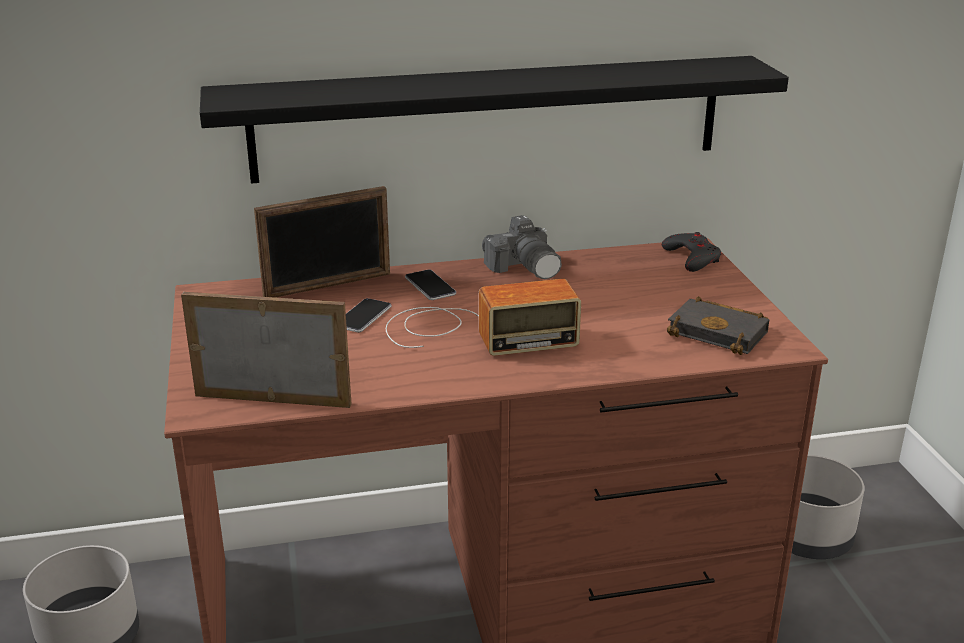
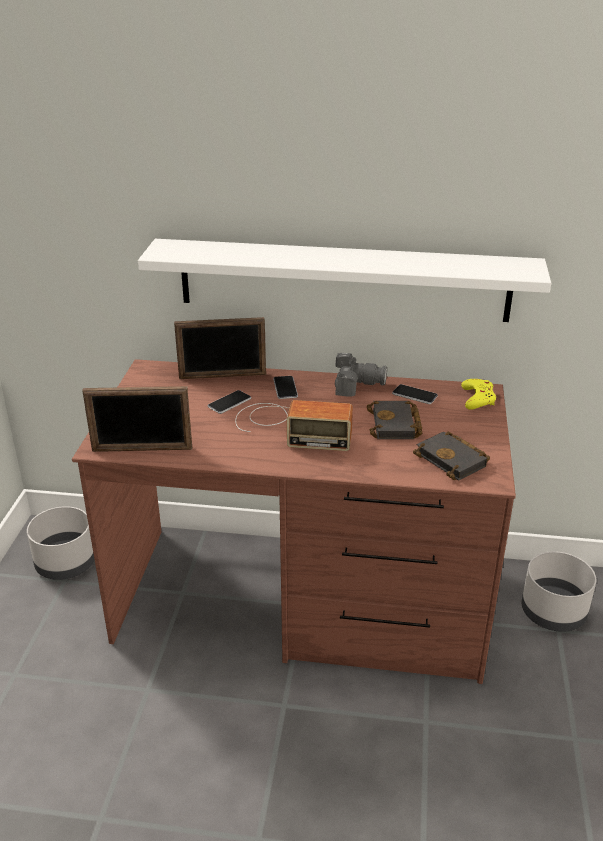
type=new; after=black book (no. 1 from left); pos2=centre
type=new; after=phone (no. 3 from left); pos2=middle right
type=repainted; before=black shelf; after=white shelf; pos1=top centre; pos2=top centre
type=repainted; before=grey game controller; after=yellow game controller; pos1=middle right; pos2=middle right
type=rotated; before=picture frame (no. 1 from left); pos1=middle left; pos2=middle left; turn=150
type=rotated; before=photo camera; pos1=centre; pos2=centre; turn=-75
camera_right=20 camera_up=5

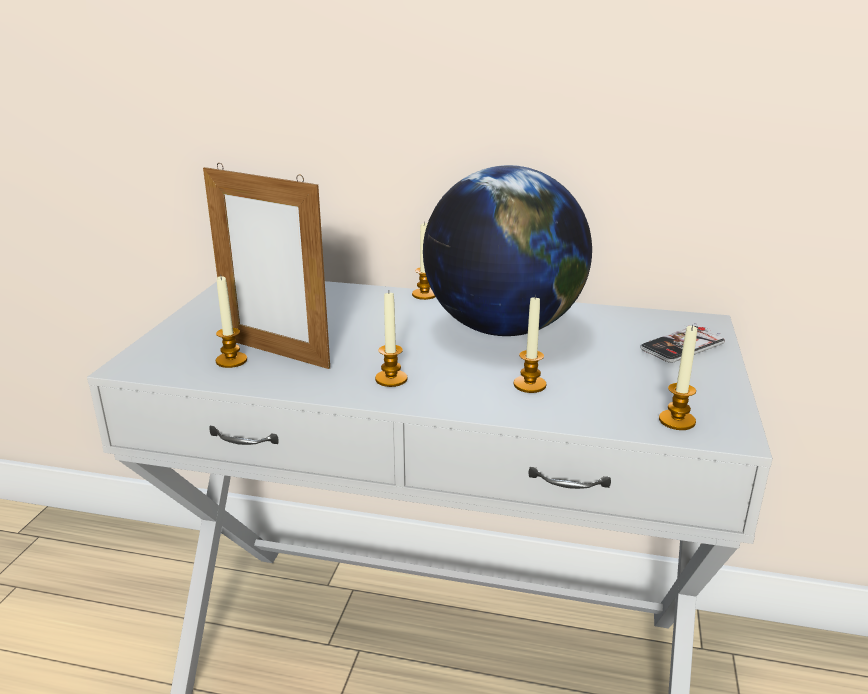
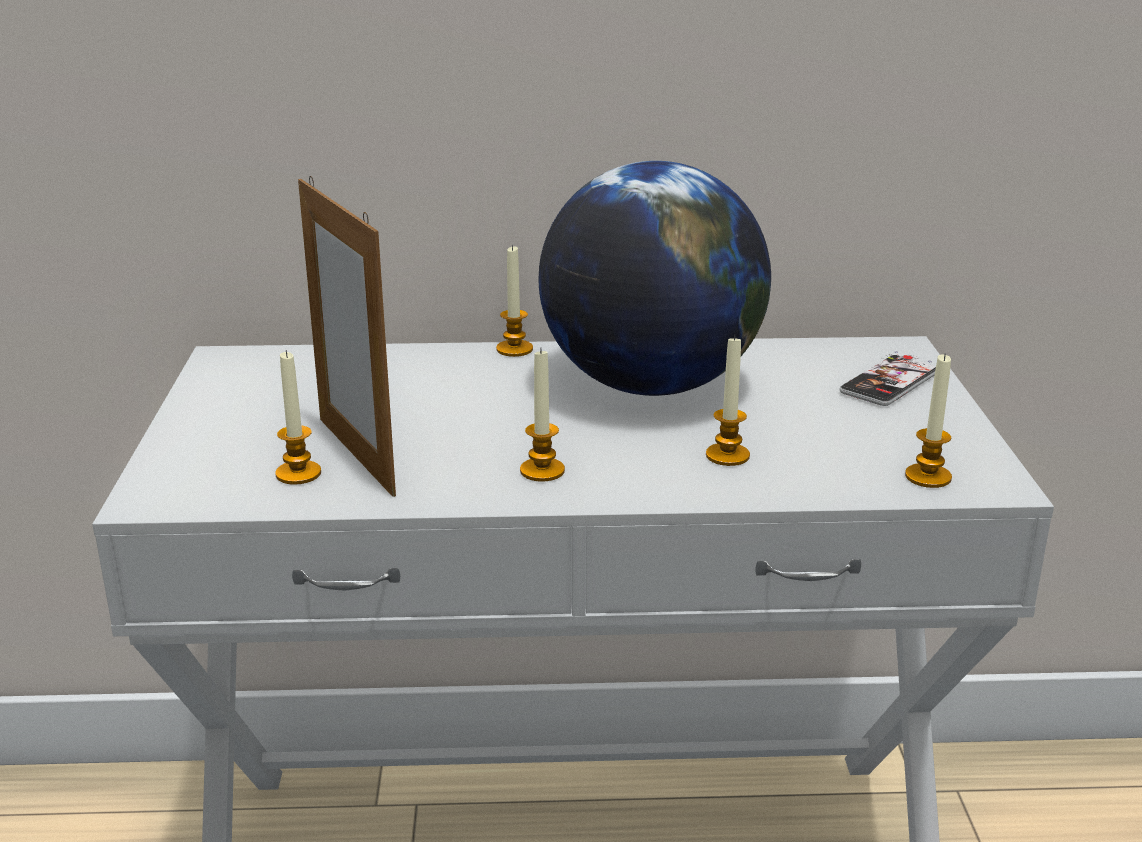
type=rotated; before=picture frame; pos1=middle left; pos2=middle left; turn=45
camera_right=-15 camera_up=0

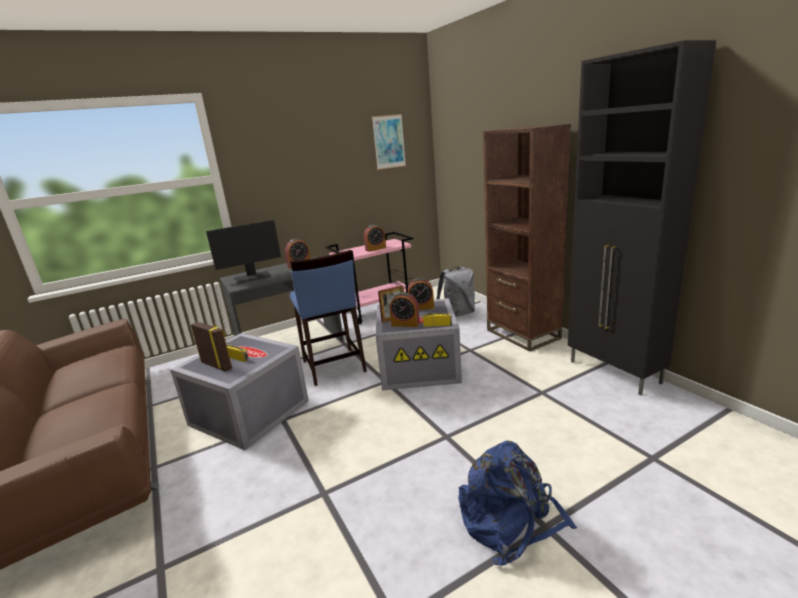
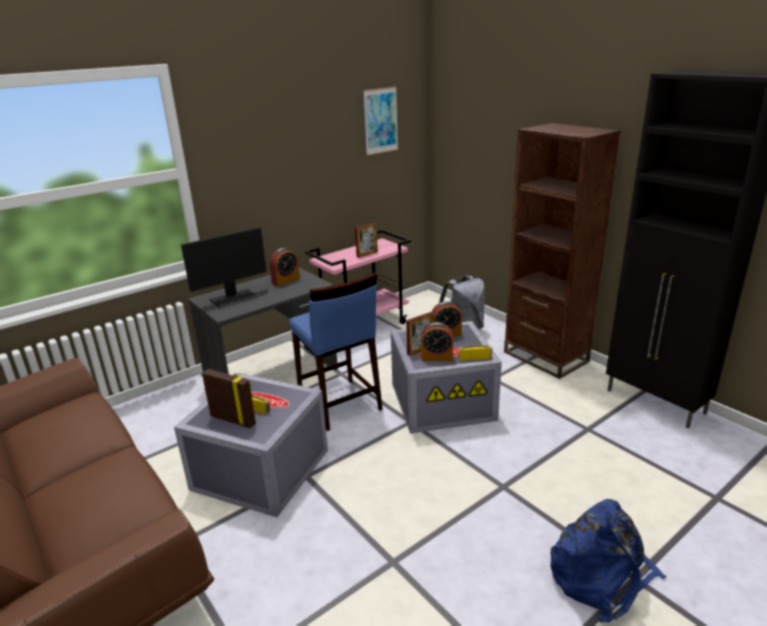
type=swapped; before=alarm clock (no. 2 from left); after=picture frame (no. 2 from left); pos1=centre; pos2=centre
camera_right=-10 camera_up=5

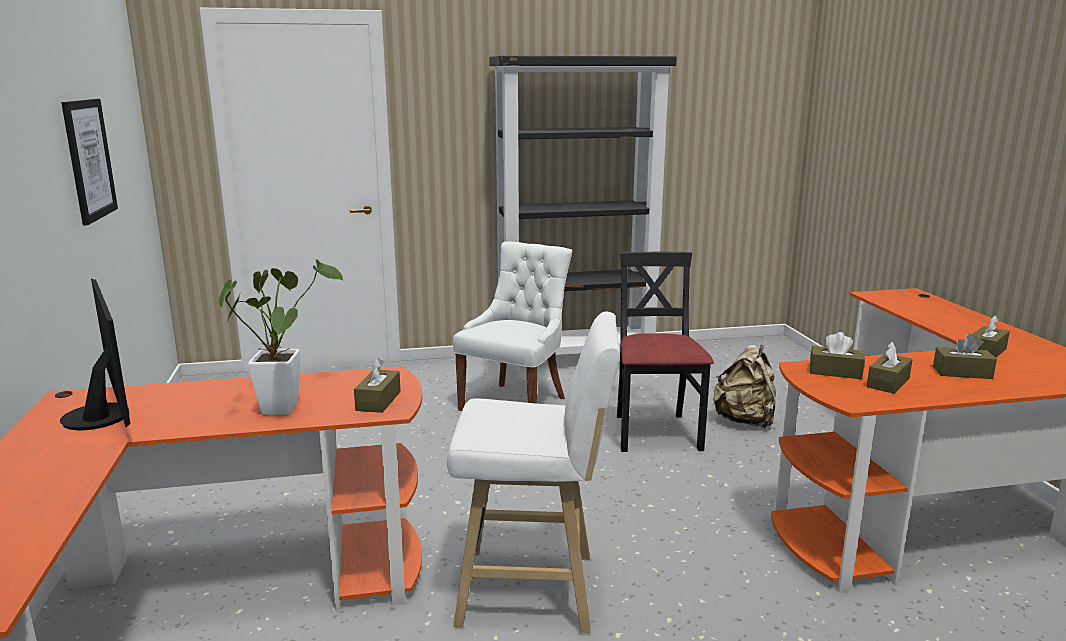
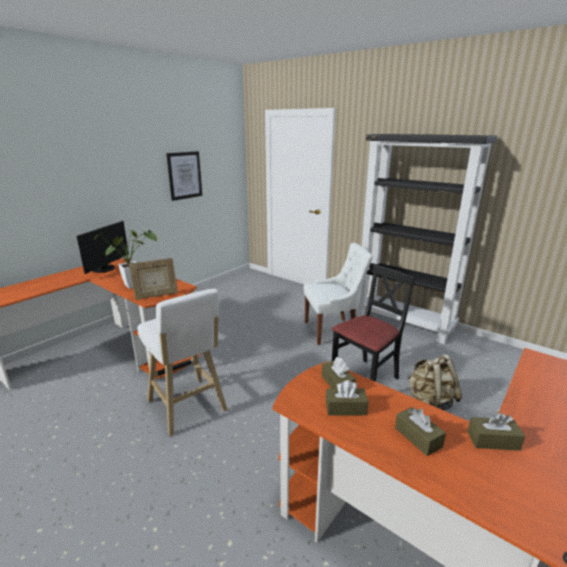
type=swapped; before=brown tissue box (no. 1 from left); after=picture frame; pos1=centre; pos2=middle left
camera_right=50 camera_up=5

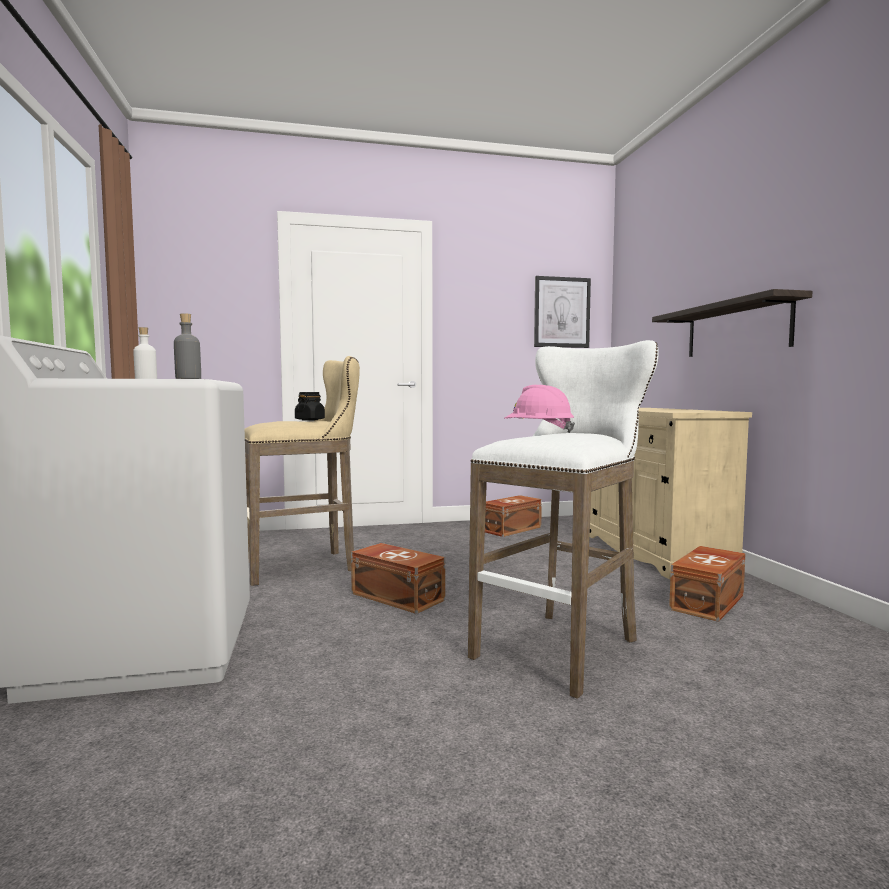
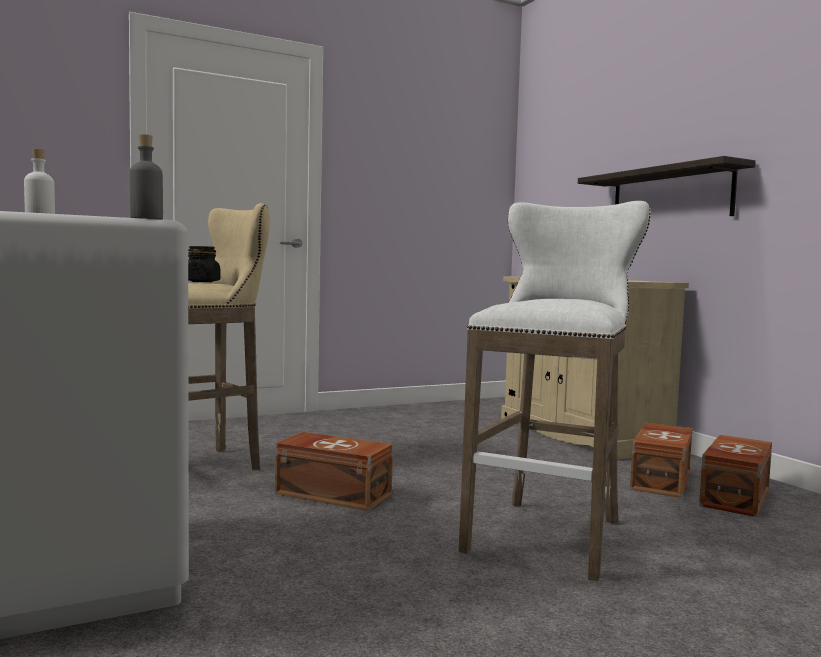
type=gone; before=pink hard hat; pos1=centre
type=gone; before=picture; pos1=centre
type=shifted; before=brown storage box (no. 2 from left in the first image); after=brown storage box (no. 3 from left); pos1=centre; pos2=bottom right
camera_right=-15 camera_up=0

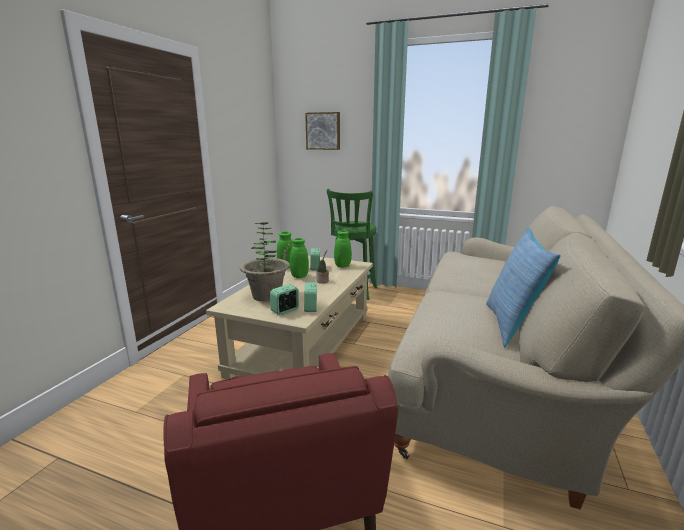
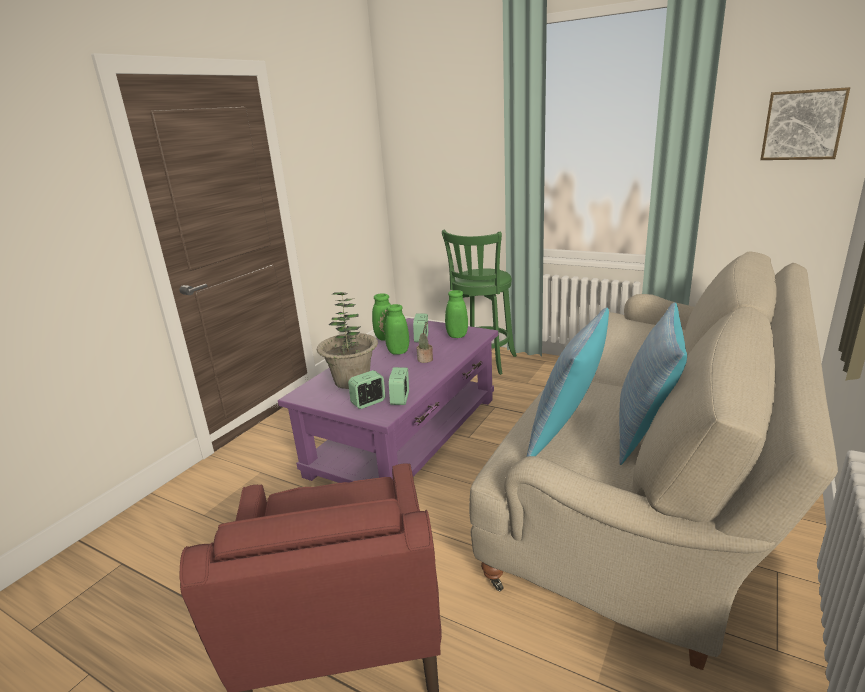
type=new; after=pillow (no. 1 from left); pos2=centre
type=shifted; before=picture; pos1=top centre; pos2=top right
type=repainted; before=beige coffee table; after=purple coffee table; pos1=centre; pos2=centre
camera_right=10 camera_up=5

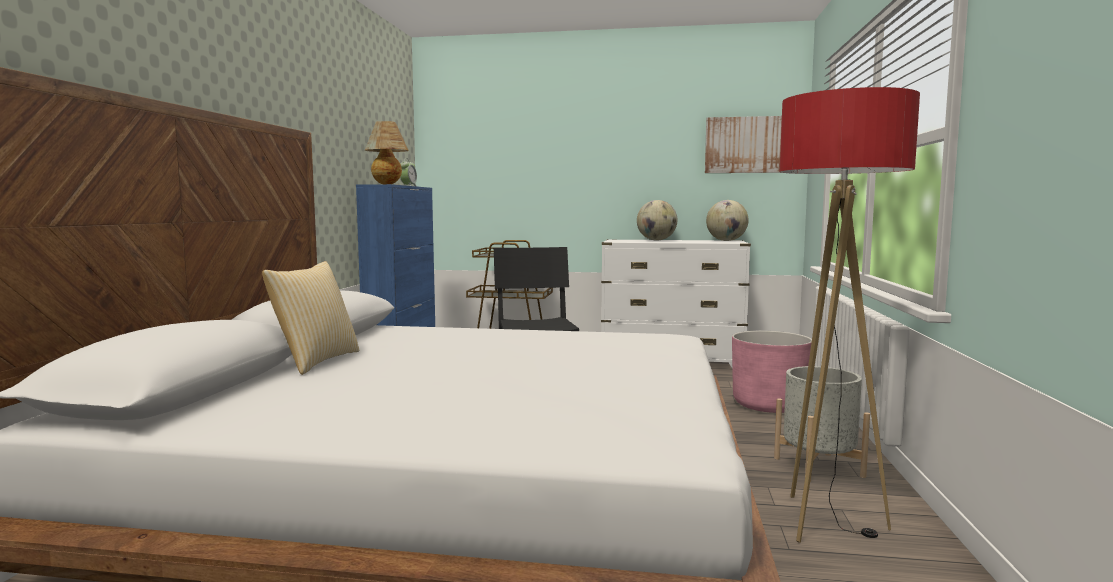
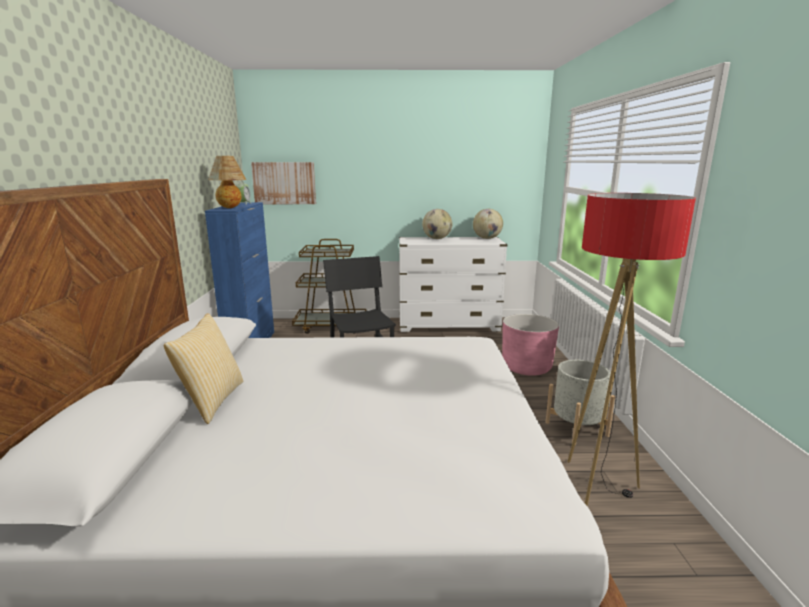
type=shifted; before=picture; pos1=top right; pos2=top centre
camera_right=-10 camera_up=10

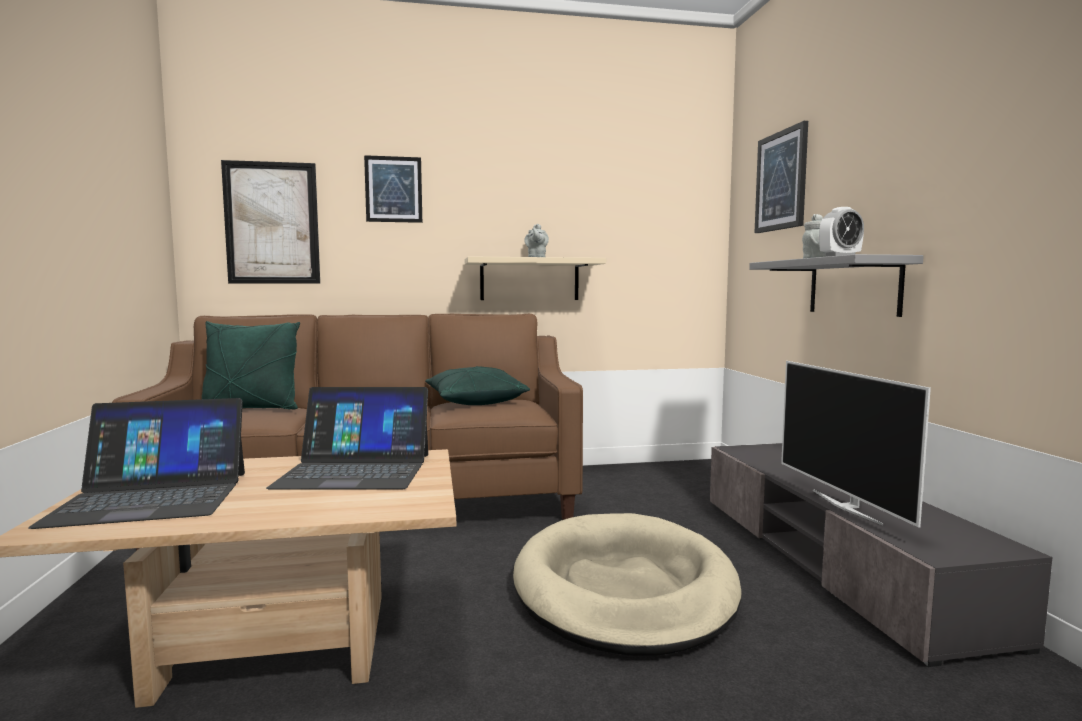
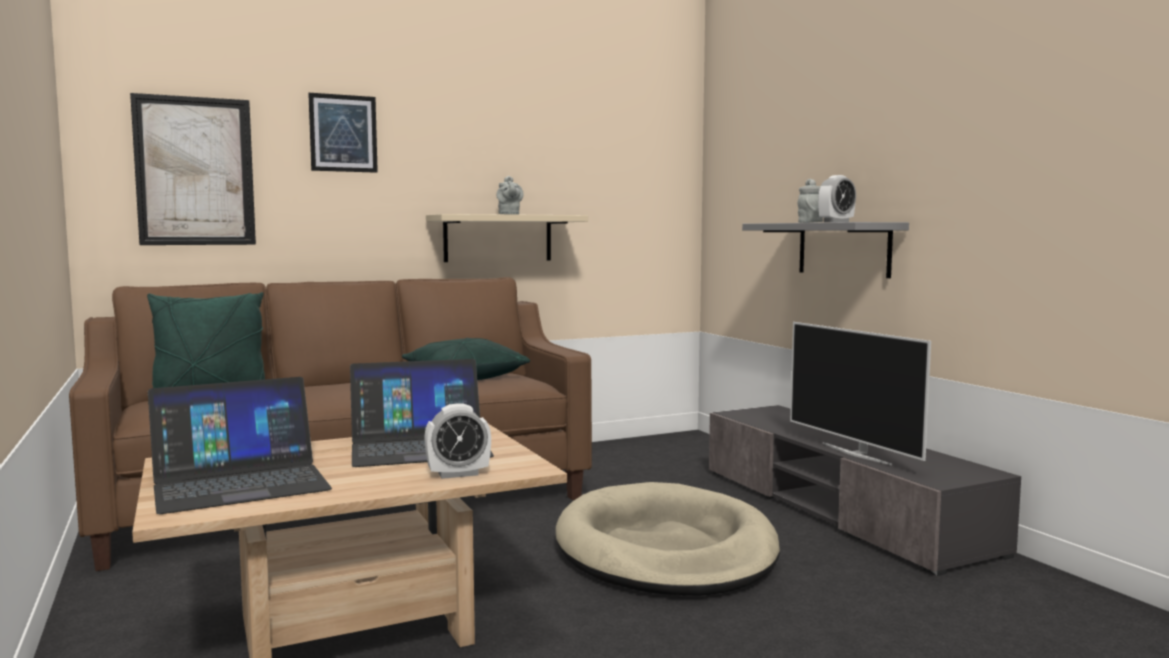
type=gone; before=picture (no. 3 from left); pos1=top right
type=new; after=alarm clock (no. 1 from left); pos2=bottom centre
camera_right=-15 camera_up=0

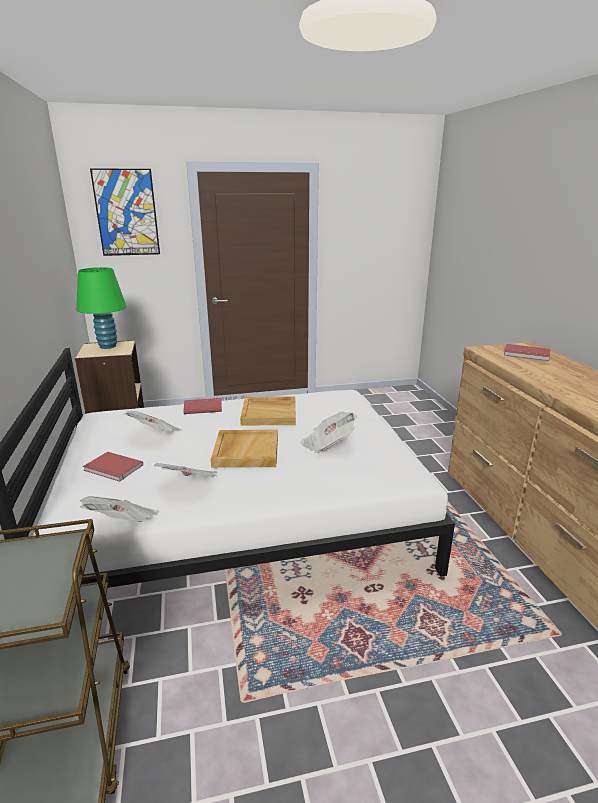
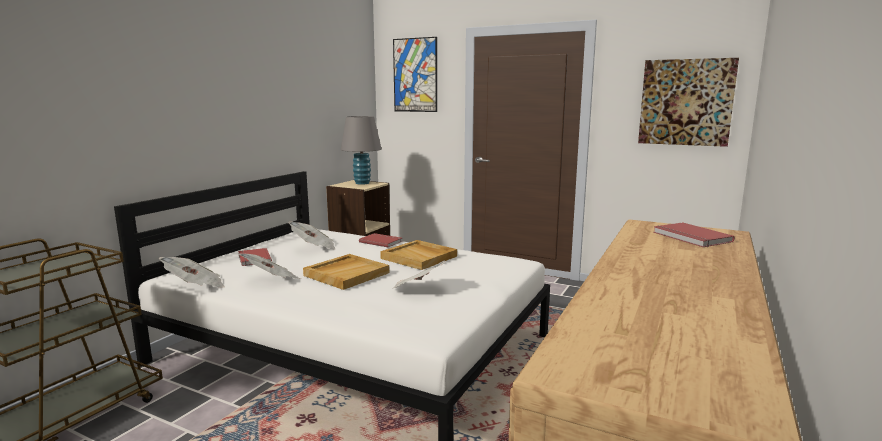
type=new; after=picture (no. 2 from left); pos2=top right
type=repainted; before=green table lamp; after=grey table lamp; pos1=middle left; pos2=centre
camera_right=40 camera_up=-10

